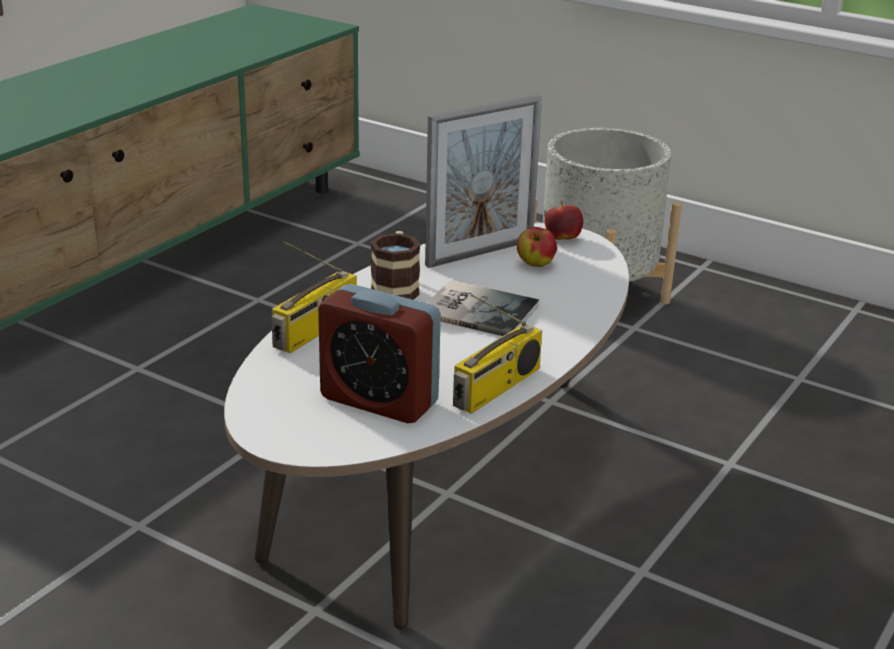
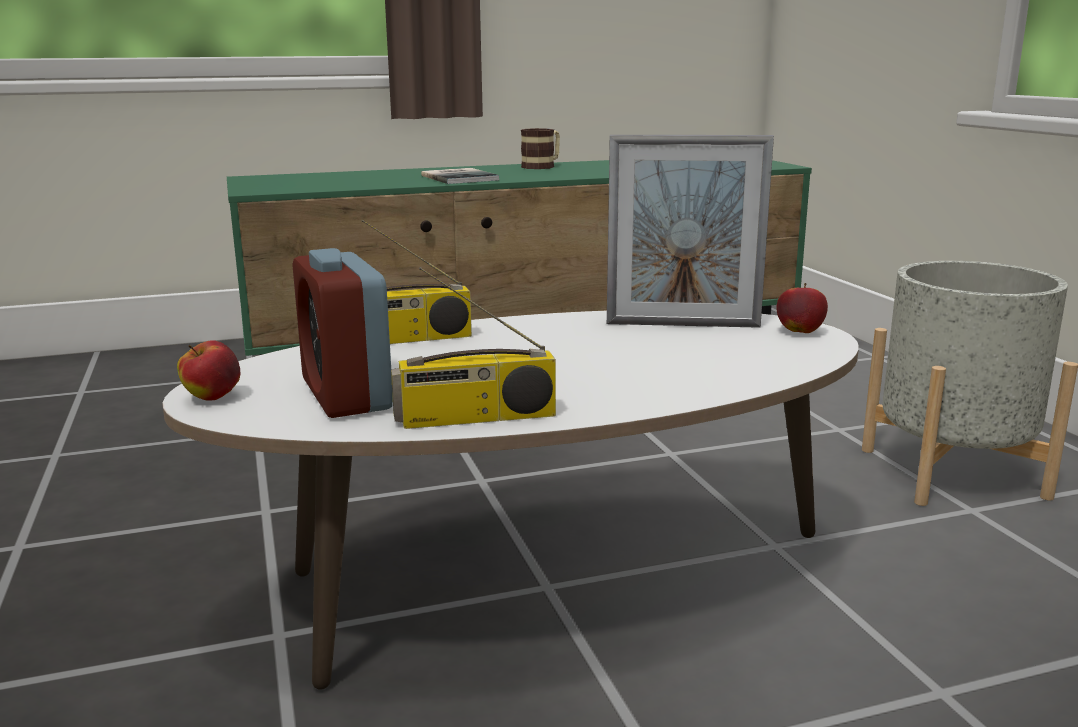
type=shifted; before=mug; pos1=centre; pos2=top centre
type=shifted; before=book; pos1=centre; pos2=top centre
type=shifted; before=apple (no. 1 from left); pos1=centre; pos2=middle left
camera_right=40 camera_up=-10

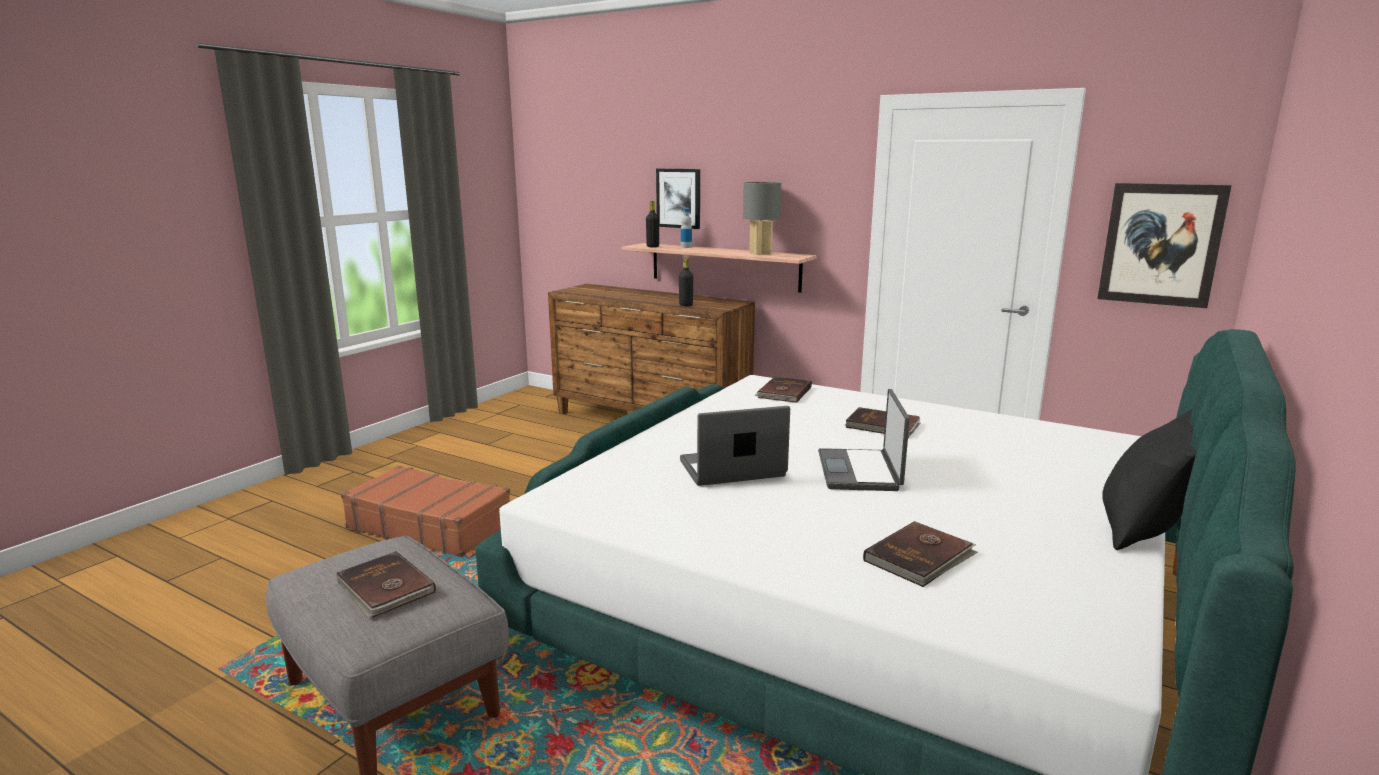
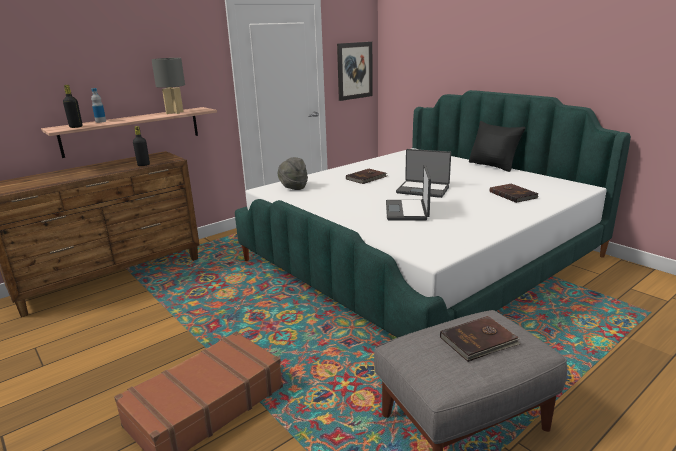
type=gone; before=picture (no. 1 from left); pos1=top centre
type=swapped; before=brown book (no. 2 from left); after=grey hat; pos1=centre; pos2=centre
camera_right=-70 camera_up=5

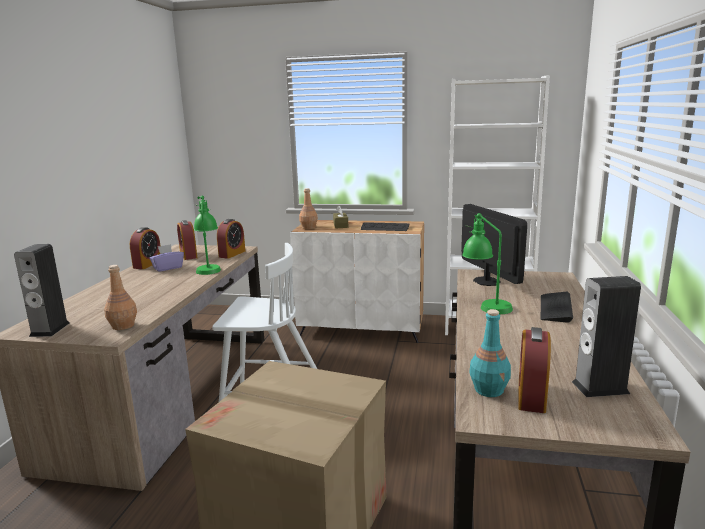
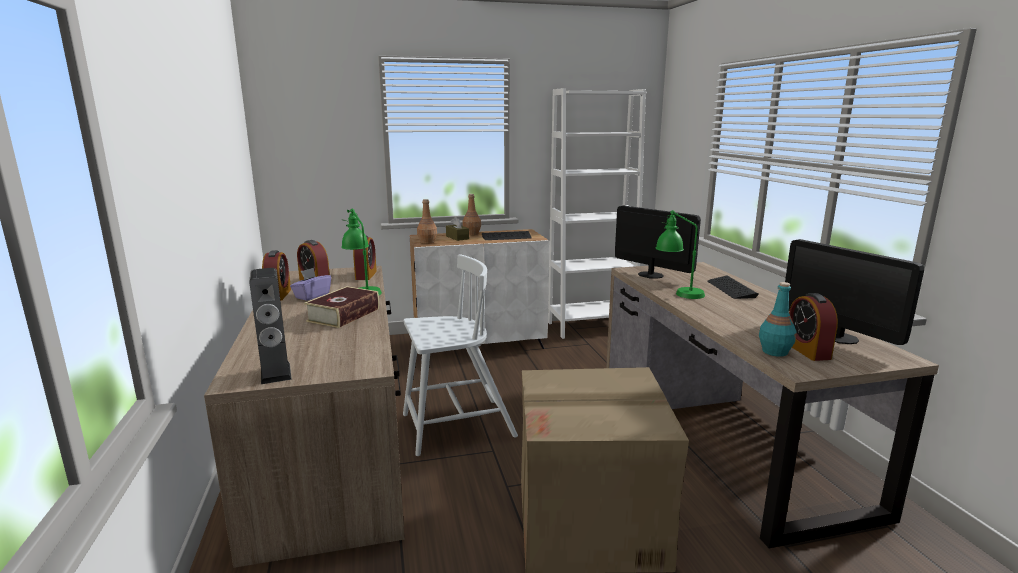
type=new; after=book; pos2=centre
type=shifted; before=brown bottle (no. 1 from left in the first image); after=brown bottle (no. 2 from left); pos1=middle left; pos2=centre
type=swapped; before=speaker (no. 2 from left); after=monitor (no. 2 from left); pos1=middle right; pos2=middle right
camera_right=-25 camera_up=0

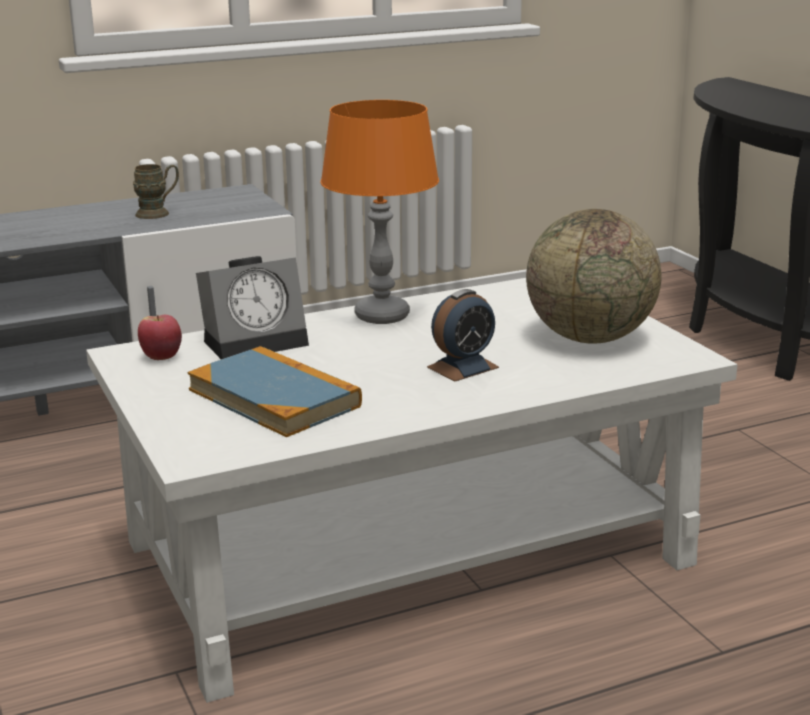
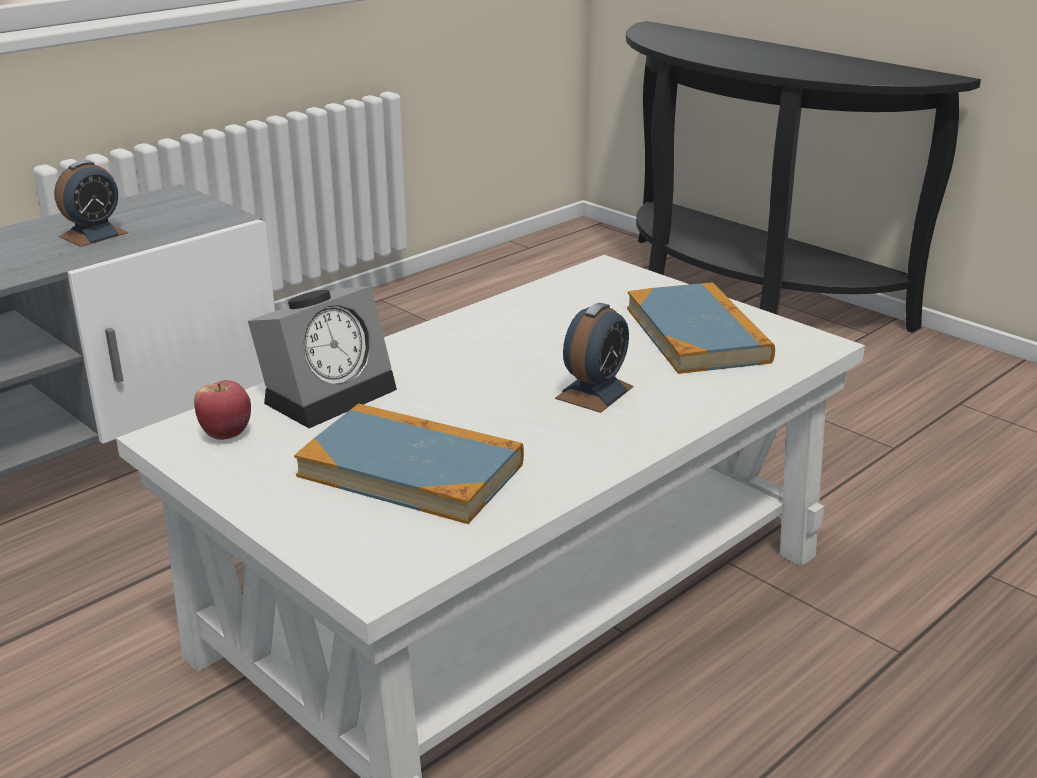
type=gone; before=orange table lamp; pos1=top centre
type=swapped; before=brown mug; after=alarm clock (no. 1 from left); pos1=top left; pos2=top left
type=swapped; before=globe; after=book (no. 2 from left); pos1=middle right; pos2=middle right
camera_right=-20 camera_up=5

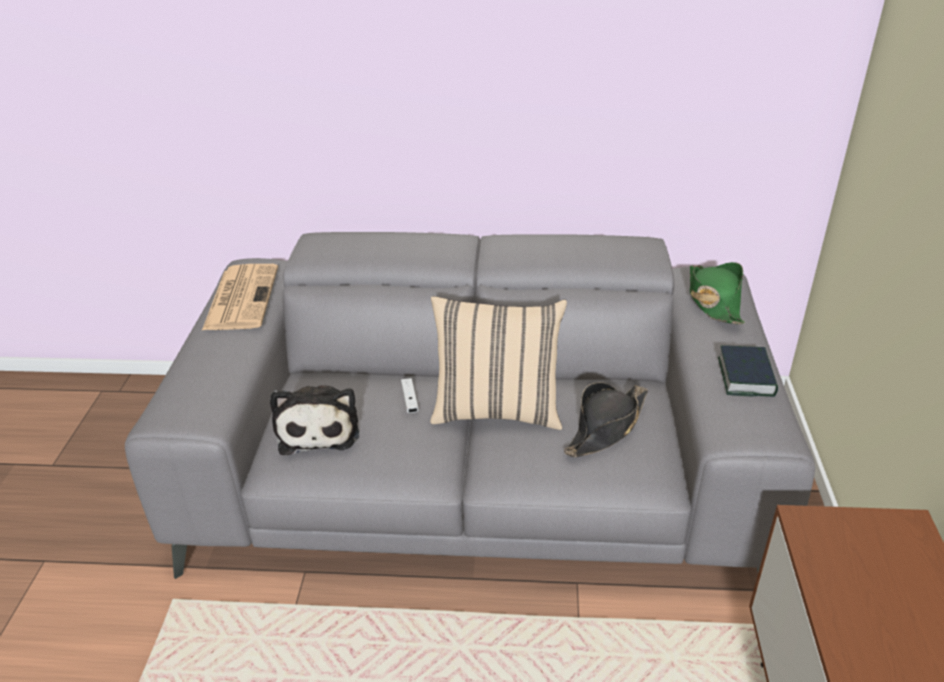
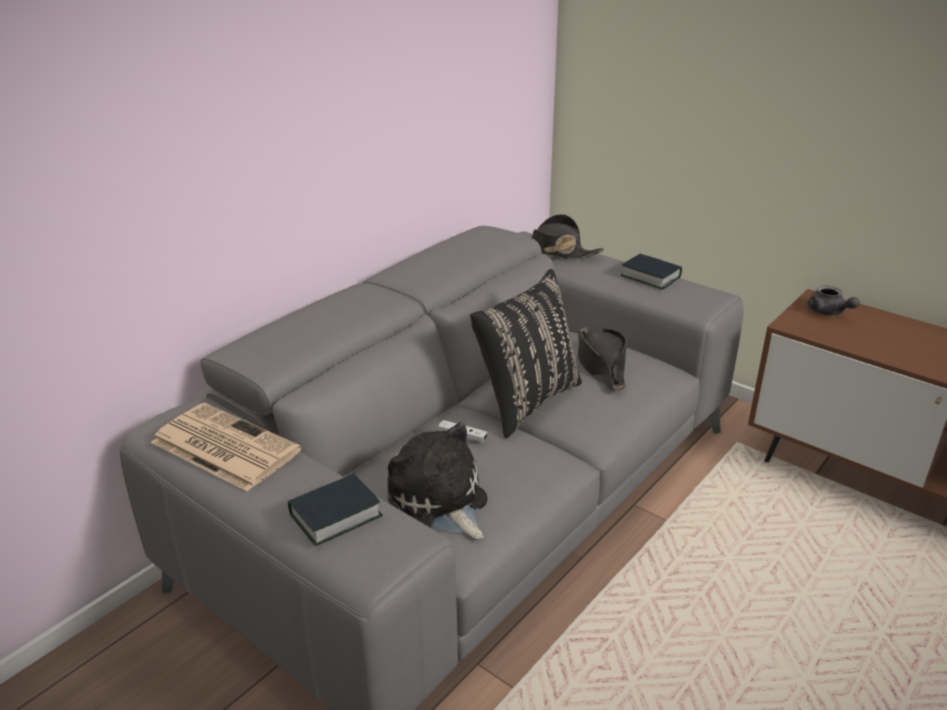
type=new; after=book (no. 1 from left); pos2=bottom centre
type=new; after=grey teapot; pos2=middle right
type=repainted; before=beige pillow; after=black pillow; pos1=centre; pos2=centre
type=repainted; before=green hat; after=black hat (no. 1 from left); pos1=middle right; pos2=centre
type=rotated; before=plush toy; pos1=middle left; pos2=bottom centre; turn=-150
camera_right=-55 camera_up=-5

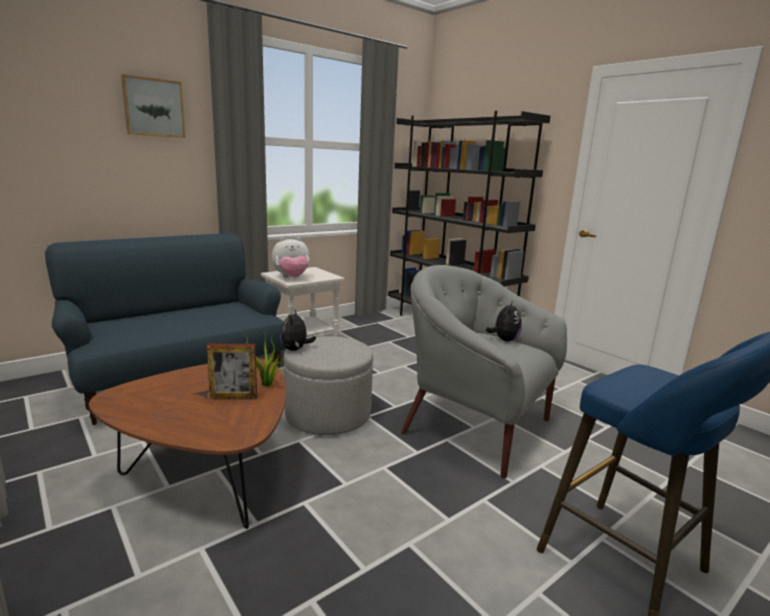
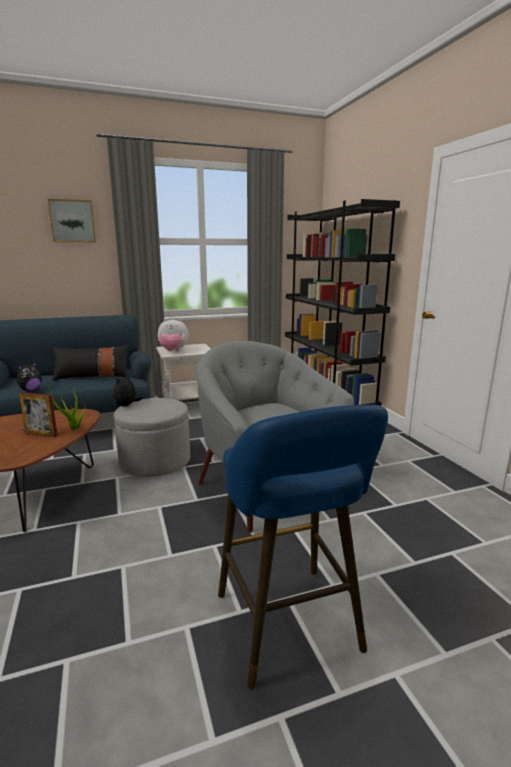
type=new; after=black pillow; pos2=middle left
type=shifted; before=plush toy (no. 3 from left in the first image); after=plush toy (no. 1 from left); pos1=centre; pos2=middle left
camera_right=20 camera_up=0

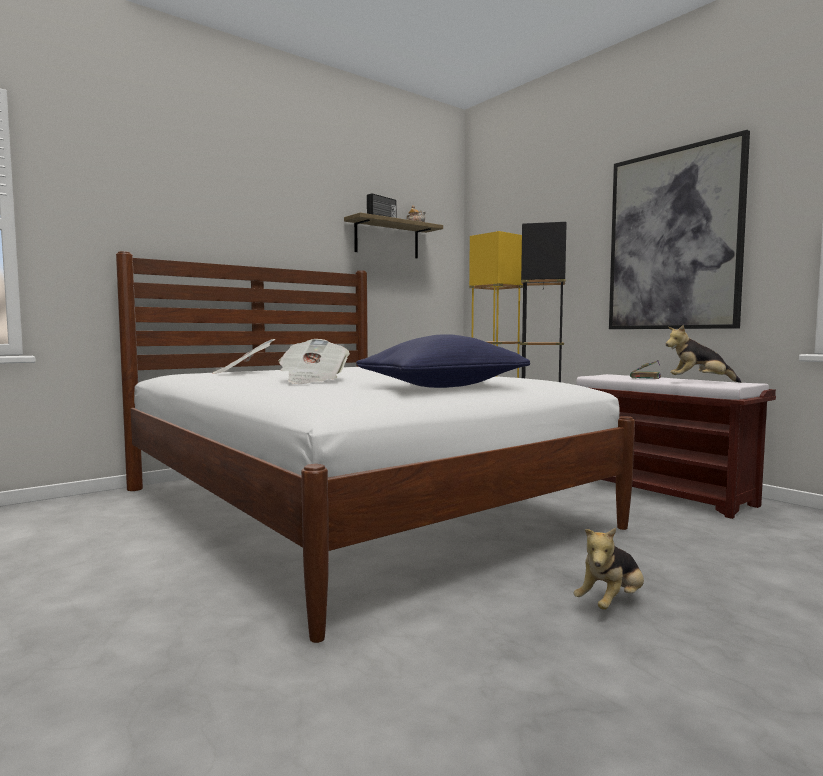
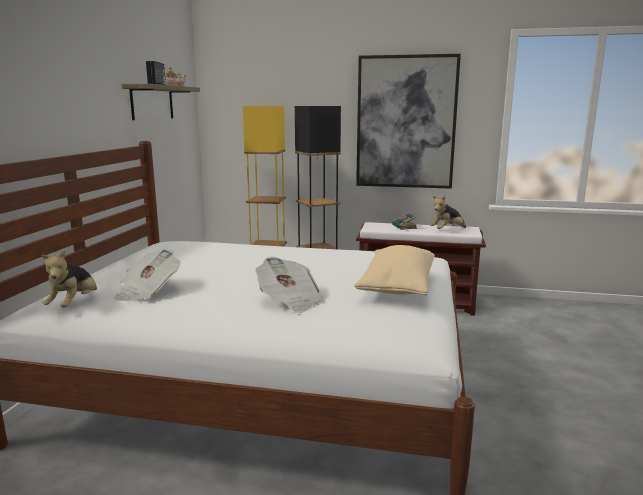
type=shifted; before=plush toy (no. 1 from left); pos1=bottom right; pos2=middle left
type=repainted; before=blue pillow; after=beige pillow; pos1=centre; pos2=centre
camera_right=-40 camera_up=10

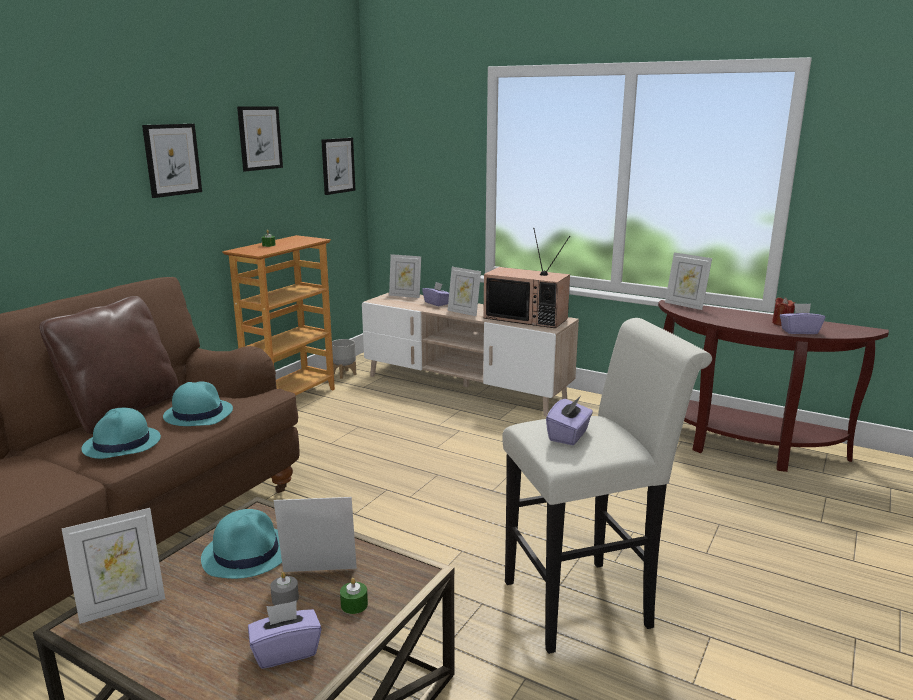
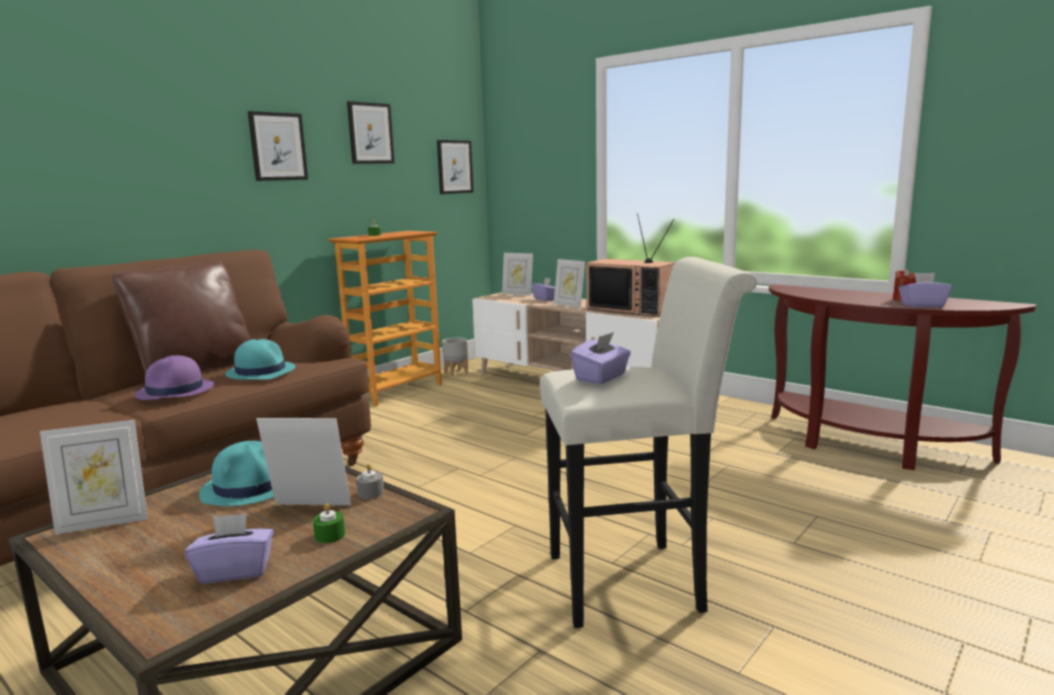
type=gone; before=picture frame (no. 5 from left); pos1=middle right
type=shifted; before=grey candle; pos1=bottom left; pos2=bottom centre
type=repainted; before=turquoise hat (no. 1 from left); after=purple hat; pos1=middle left; pos2=middle left
camera_right=10 camera_up=-5

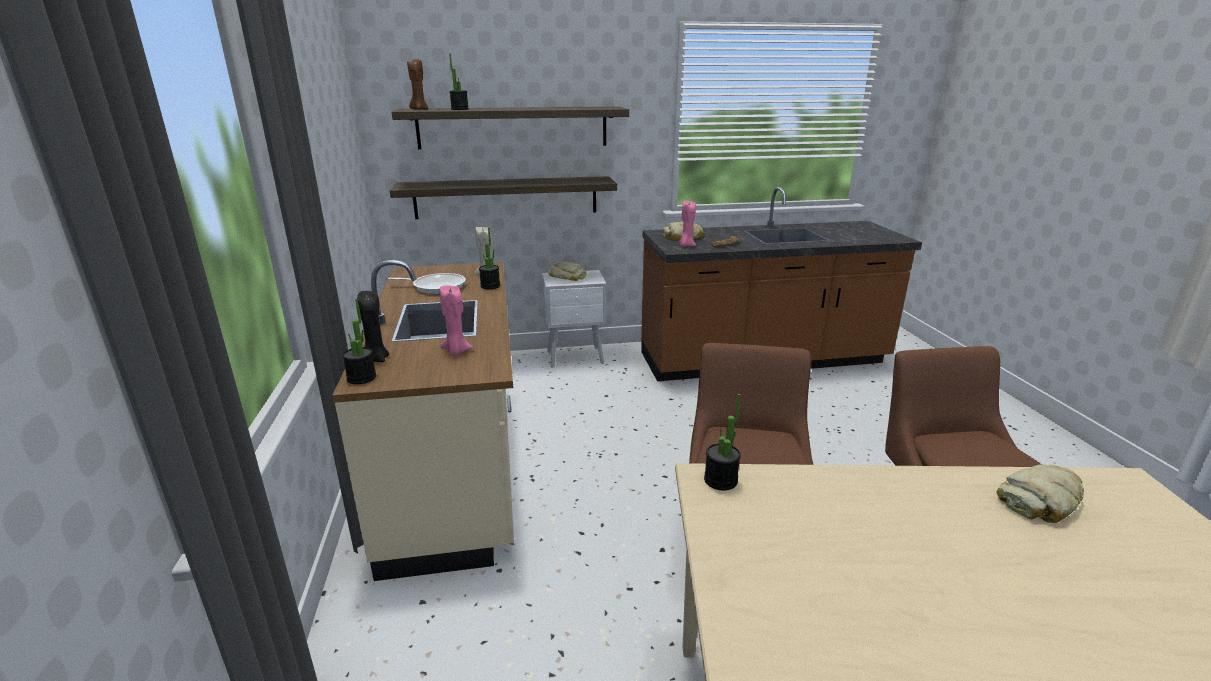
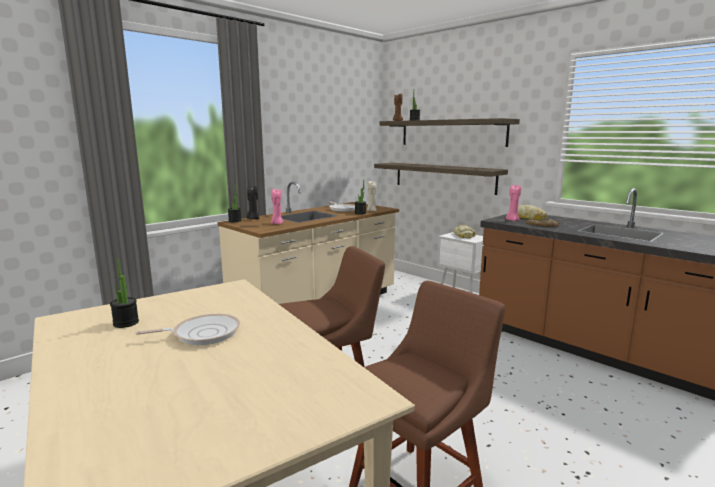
type=gone; before=bread (no. 4 from left); pos1=bottom right
type=new; after=frying pan (no. 1 from left); pos2=bottom left
type=shifted; before=potted plant (no. 4 from left in the first image); after=potted plant (no. 1 from left); pos1=centre; pos2=middle left
camera_right=55 camera_up=-10

